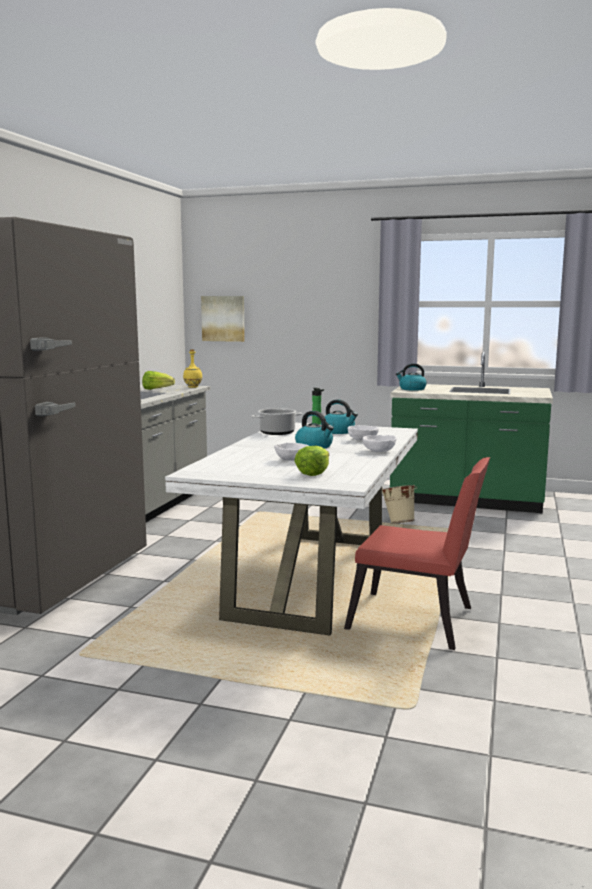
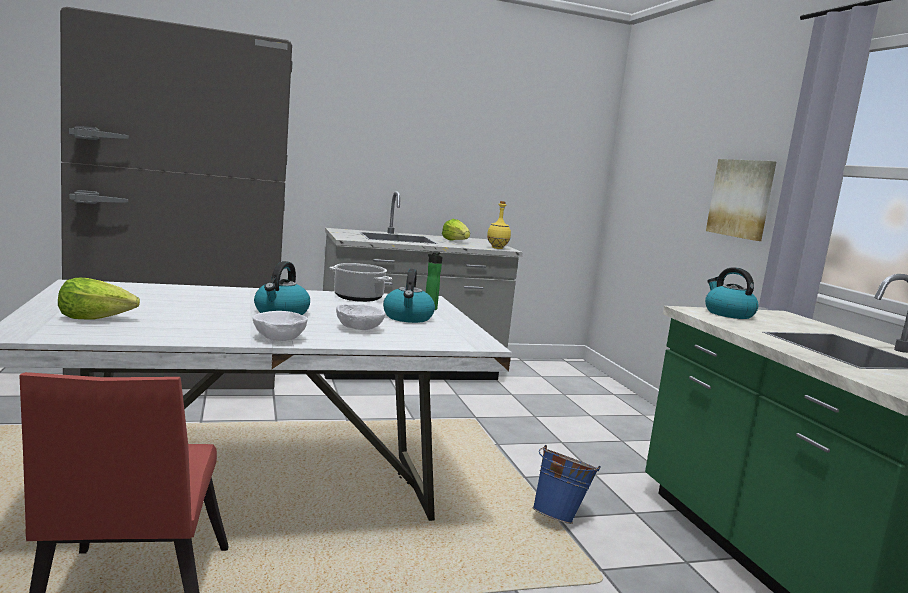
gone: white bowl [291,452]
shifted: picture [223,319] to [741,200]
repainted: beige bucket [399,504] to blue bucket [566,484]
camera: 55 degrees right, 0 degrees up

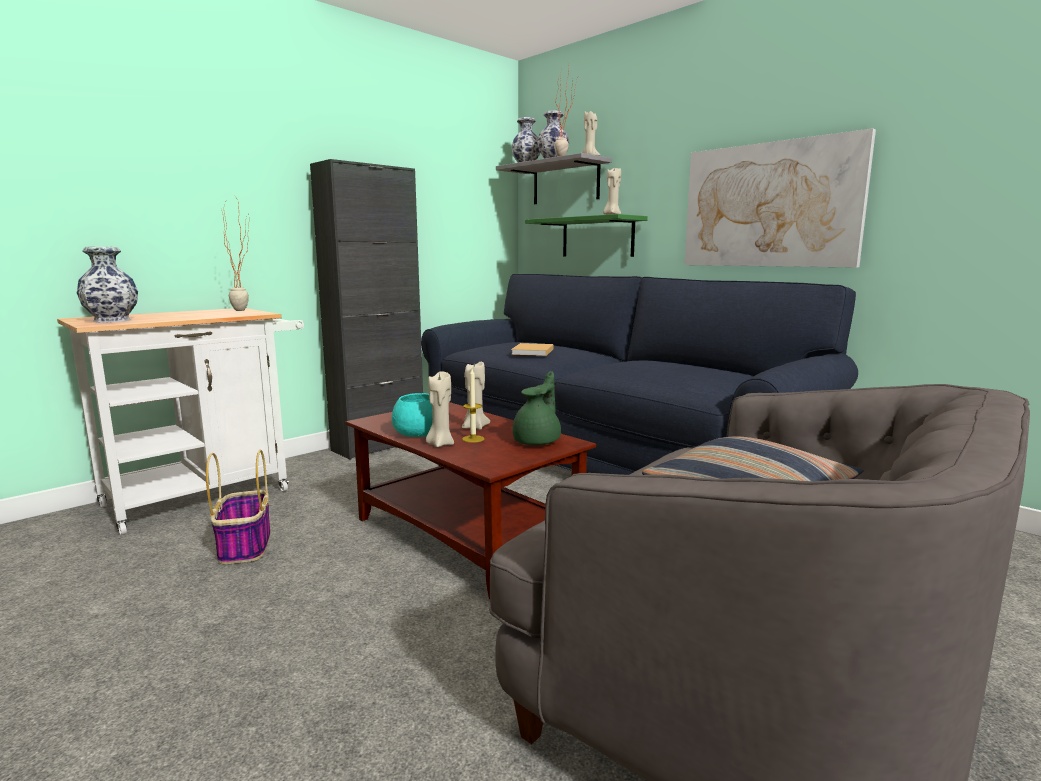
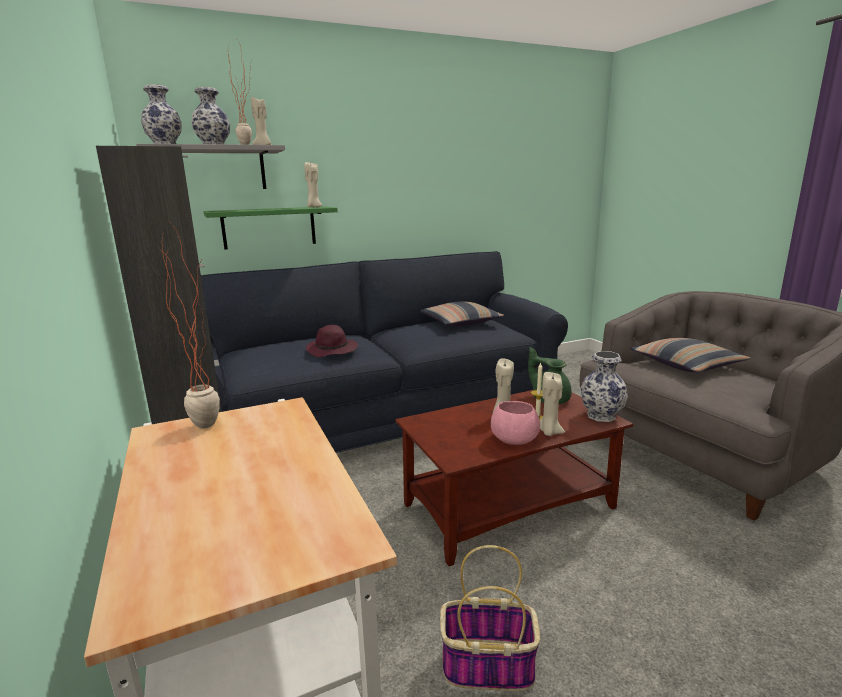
gone: picture [780,198]
new: pillow [462,314]
shifted: vase [107,285] to [604,386]
swapped: beige book [532,349] to purple hat [332,341]
repainted: turquoise bowl [412,415] to pink bowl [515,423]
camera: 70 degrees left, 5 degrees up

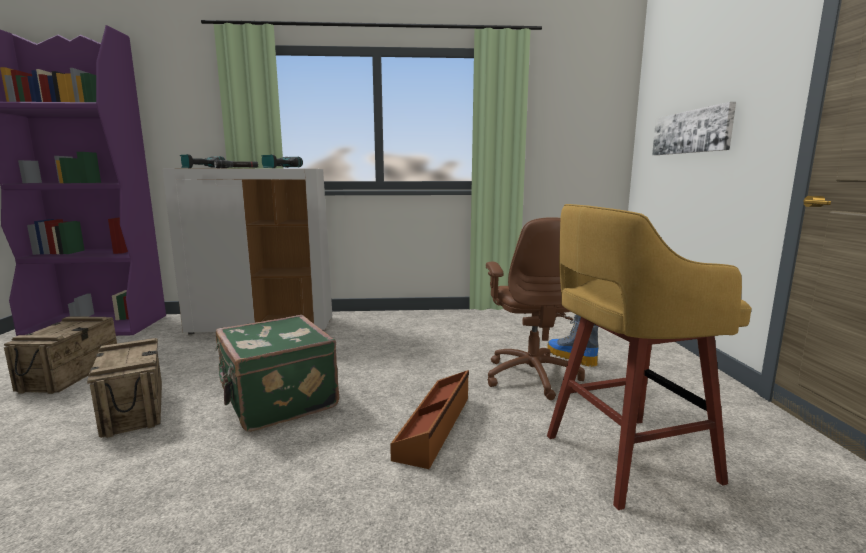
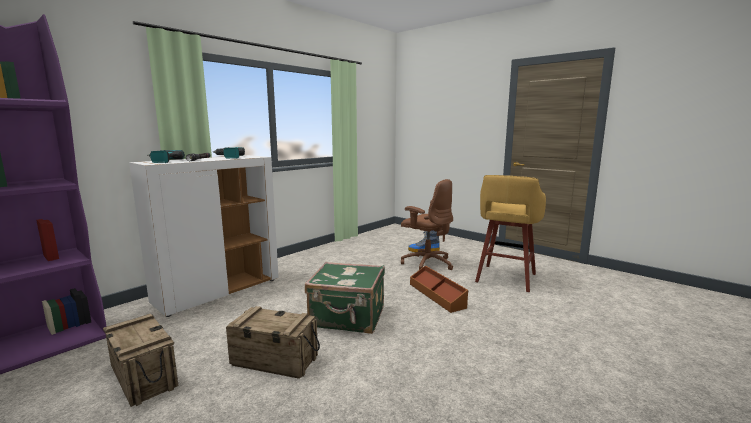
gone: picture [694,128]
camera: 45 degrees left, 0 degrees up

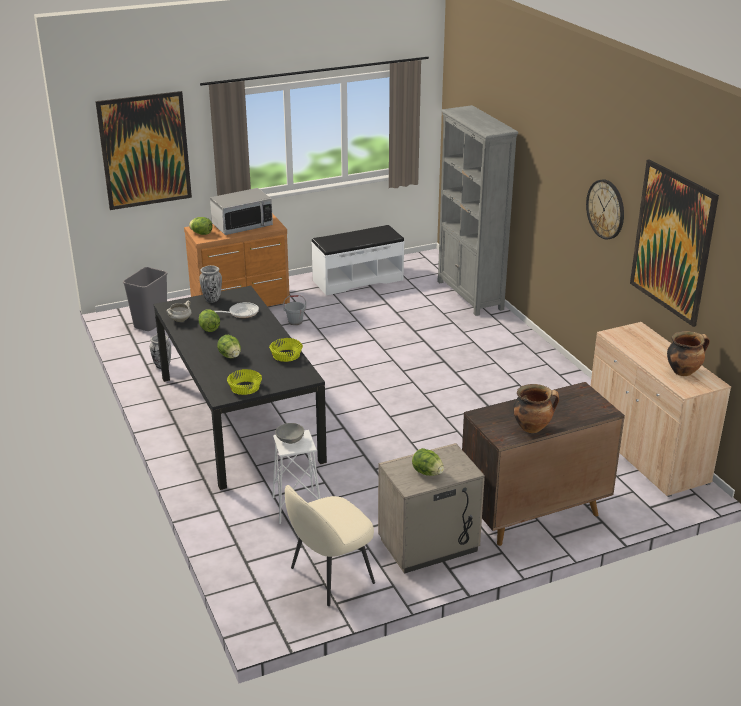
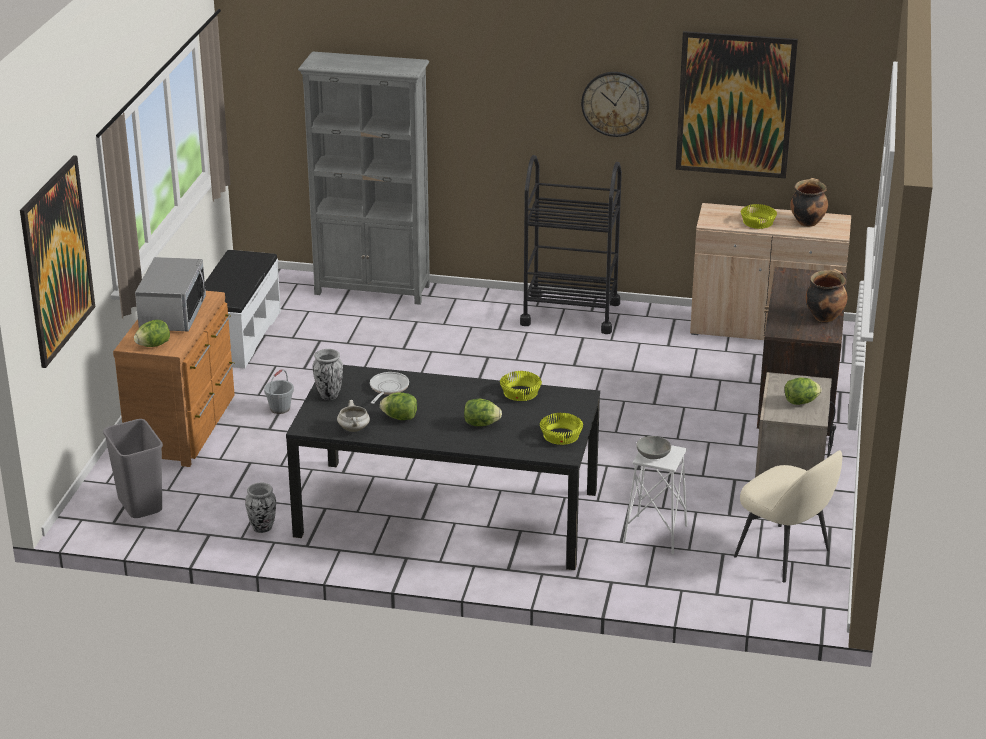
new: black cart [571,244]; yellow bowl [759,216]
rotated: beige chair [330,545] = [788,516] 45 degrees counterclockwise
camera: 55 degrees left, 0 degrees up

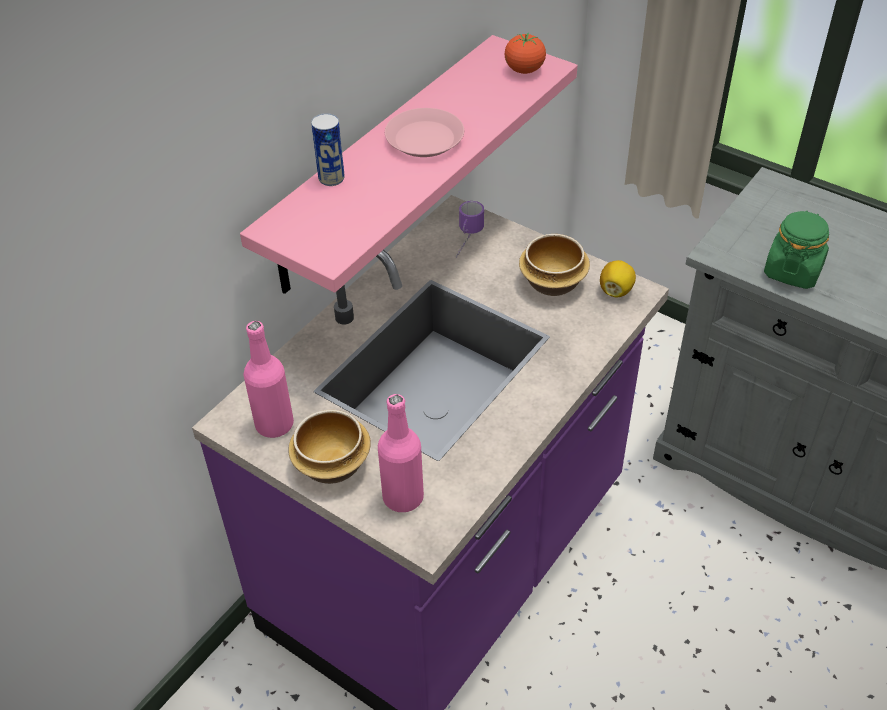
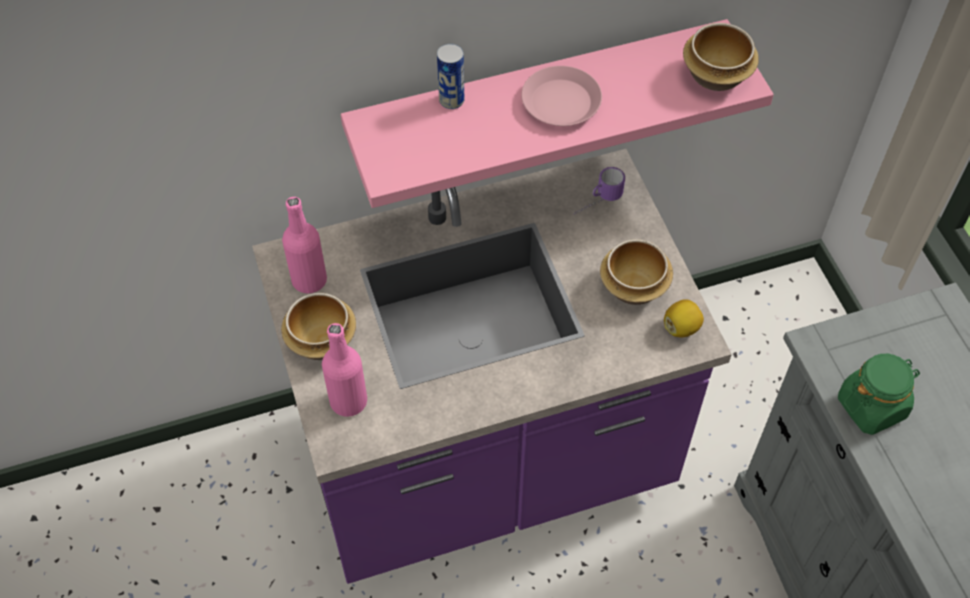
swapped: tomato [525,53] to bowl [721,57]
camera: 35 degrees right, 10 degrees up

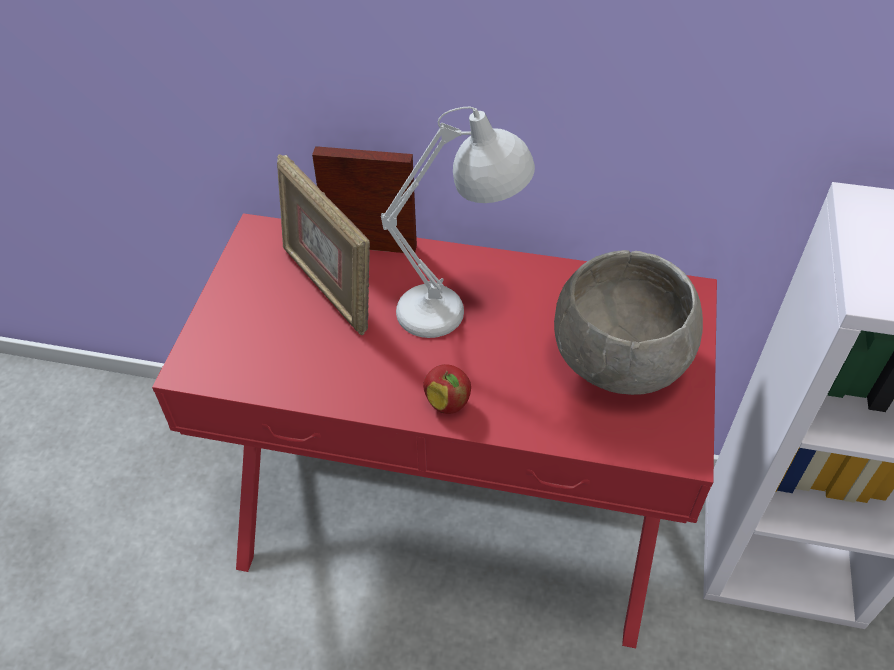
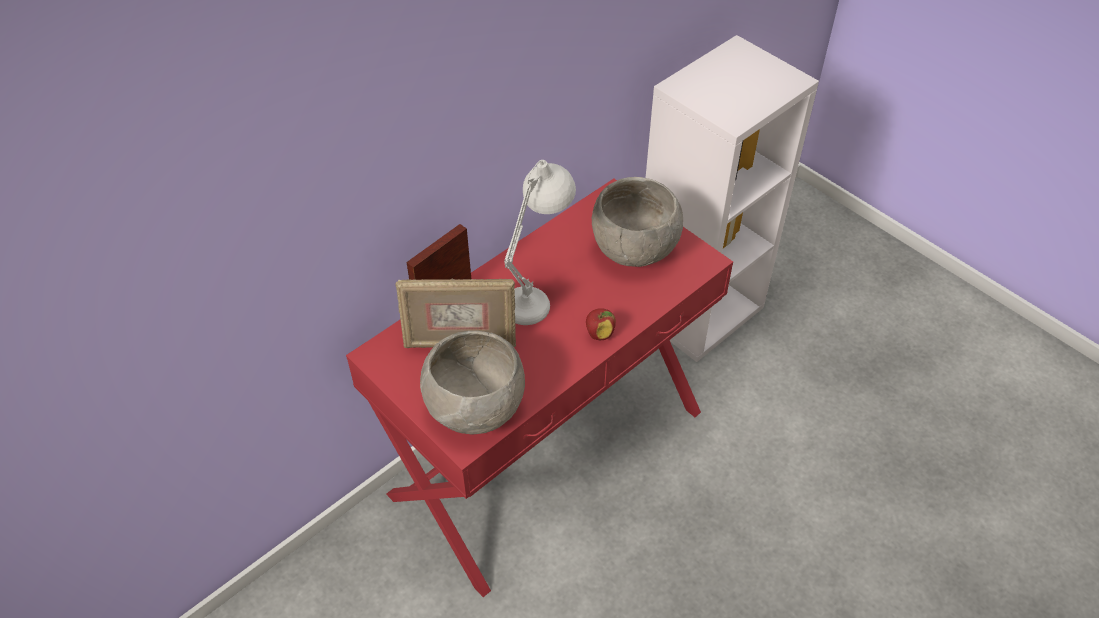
new: grey bowl [472,382]
camera: 55 degrees left, 0 degrees up

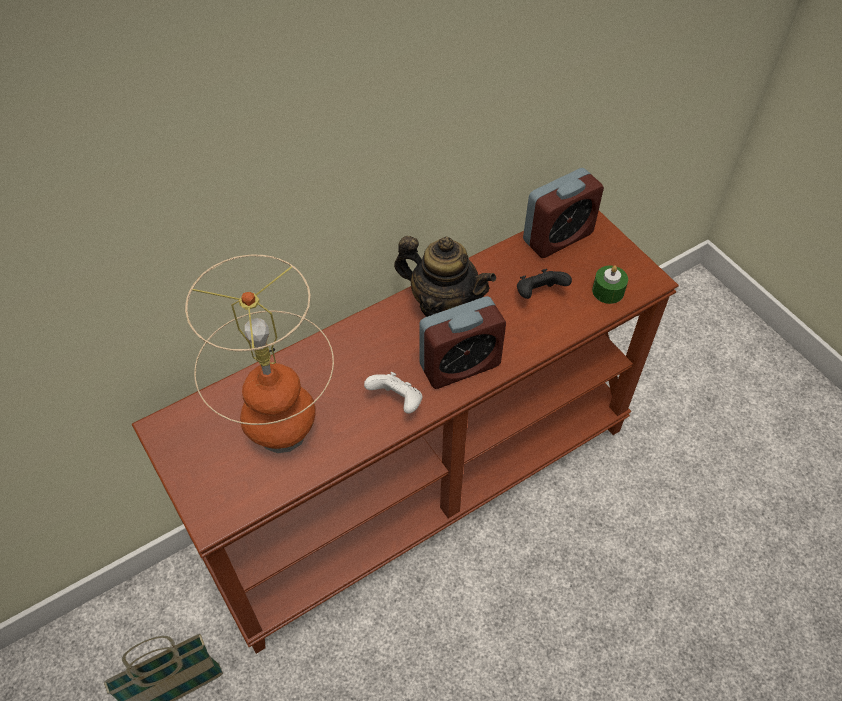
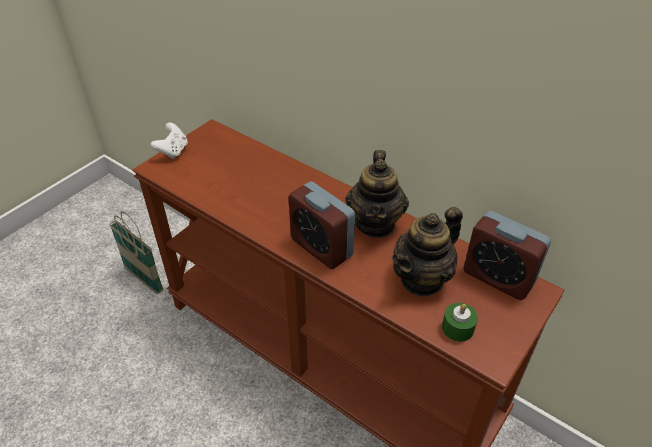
gone: table lamp [259,354]
shifted: white game controller [393,393] to [169,141]
swapped: black game controller [544,284] to teapot [427,252]
camera: 70 degrees right, 10 degrees down

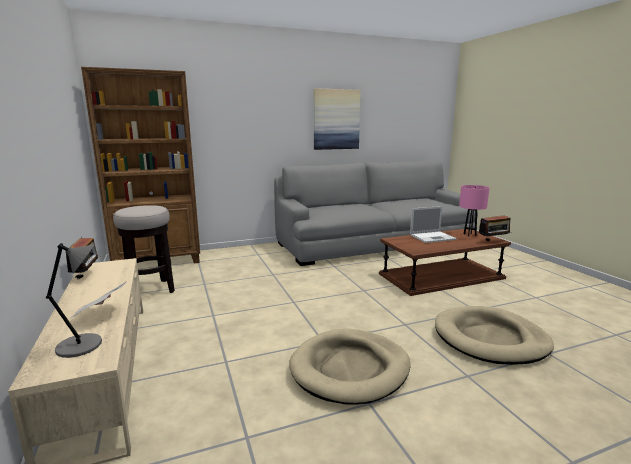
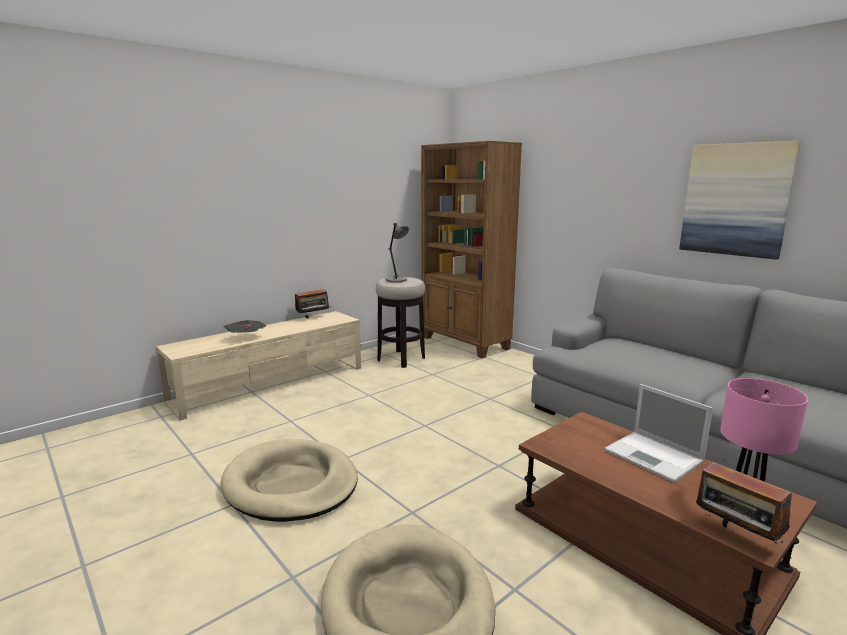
shifted: grey table lamp [74,300] to [397,252]
camera: 70 degrees right, 0 degrees up

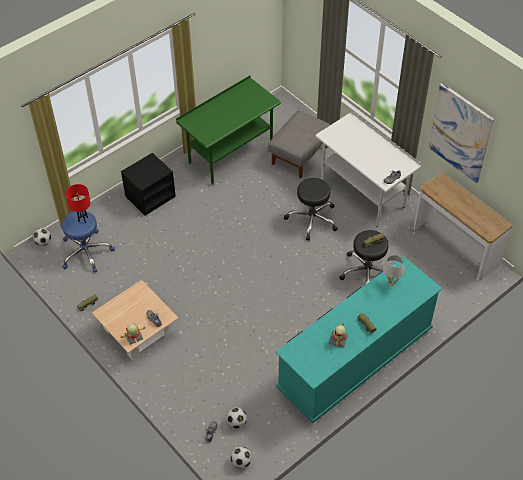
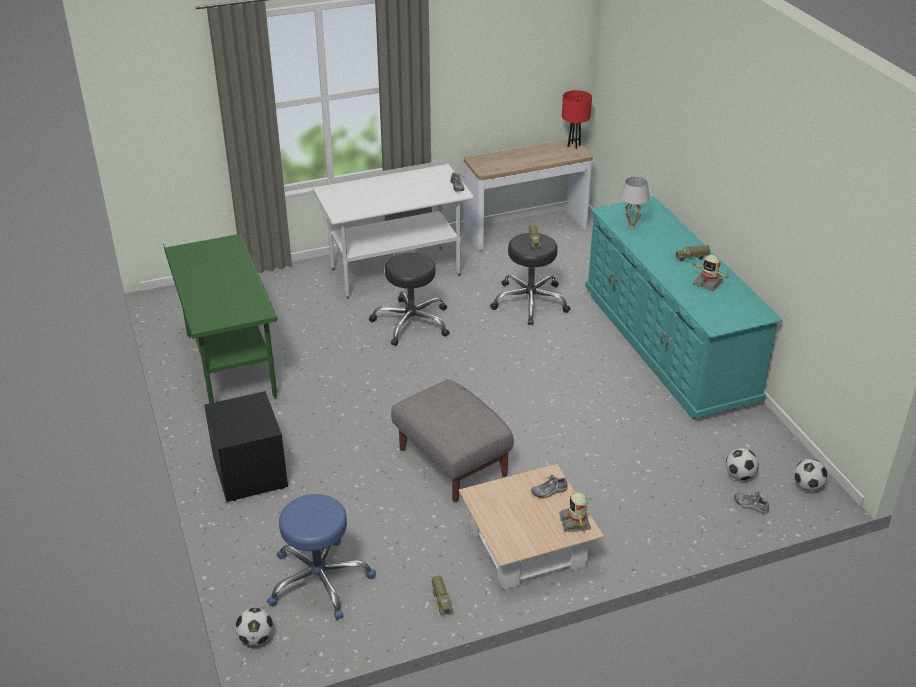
gone: picture [461,133]
shifted: red table lamp [78,203] to [577,119]; grey ottoman [299,144] to [452,440]
camera: 70 degrees left, 15 degrees down

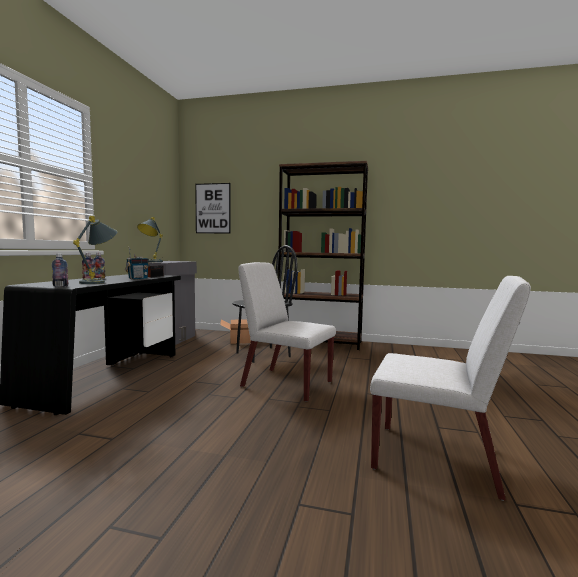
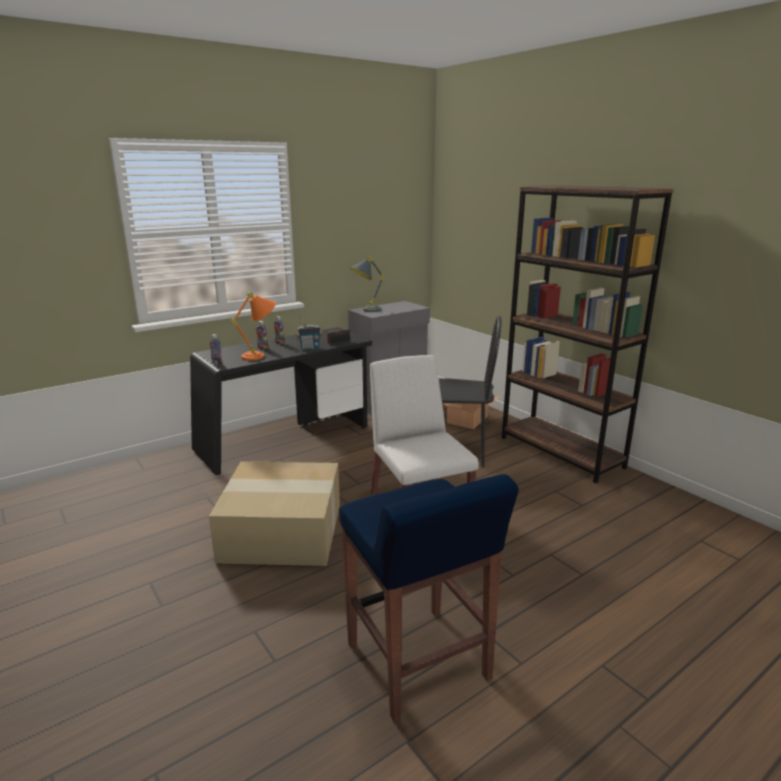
gone: picture [212,208]
new: cardboard box [274,513]
swapped: white chair [450,388] to blue stool [429,598]
repainted: grey table lamp [95,250] to orange table lamp [253,326]
camera: 40 degrees right, 15 degrees up

